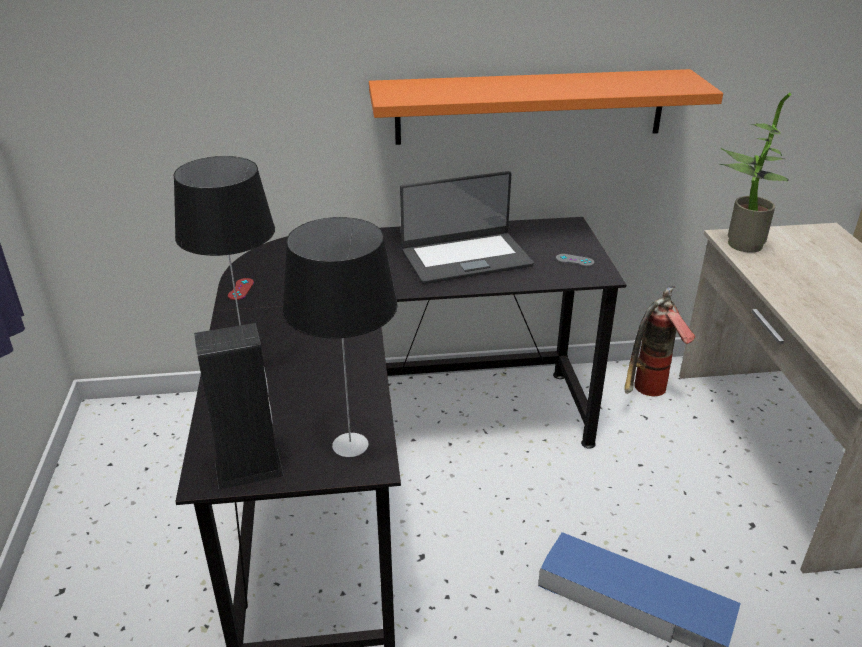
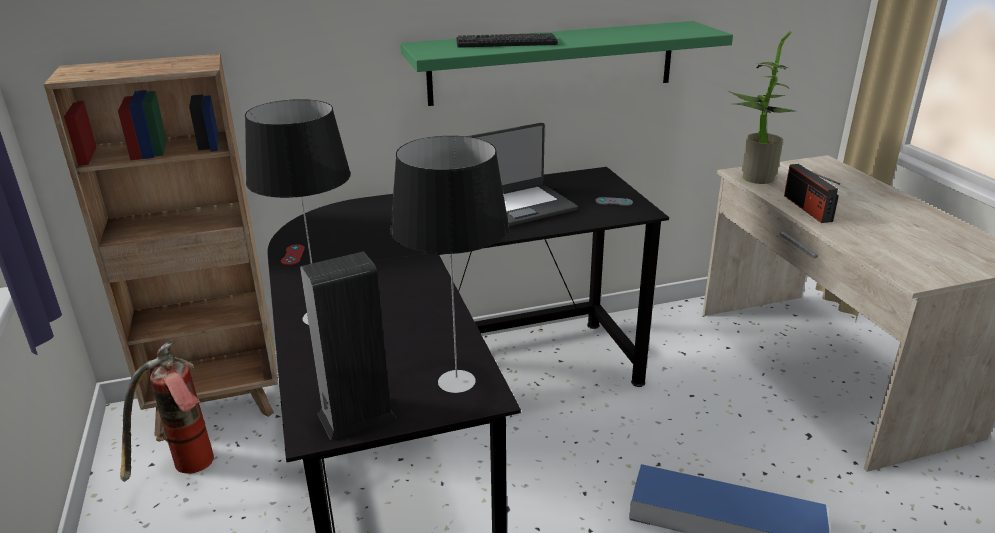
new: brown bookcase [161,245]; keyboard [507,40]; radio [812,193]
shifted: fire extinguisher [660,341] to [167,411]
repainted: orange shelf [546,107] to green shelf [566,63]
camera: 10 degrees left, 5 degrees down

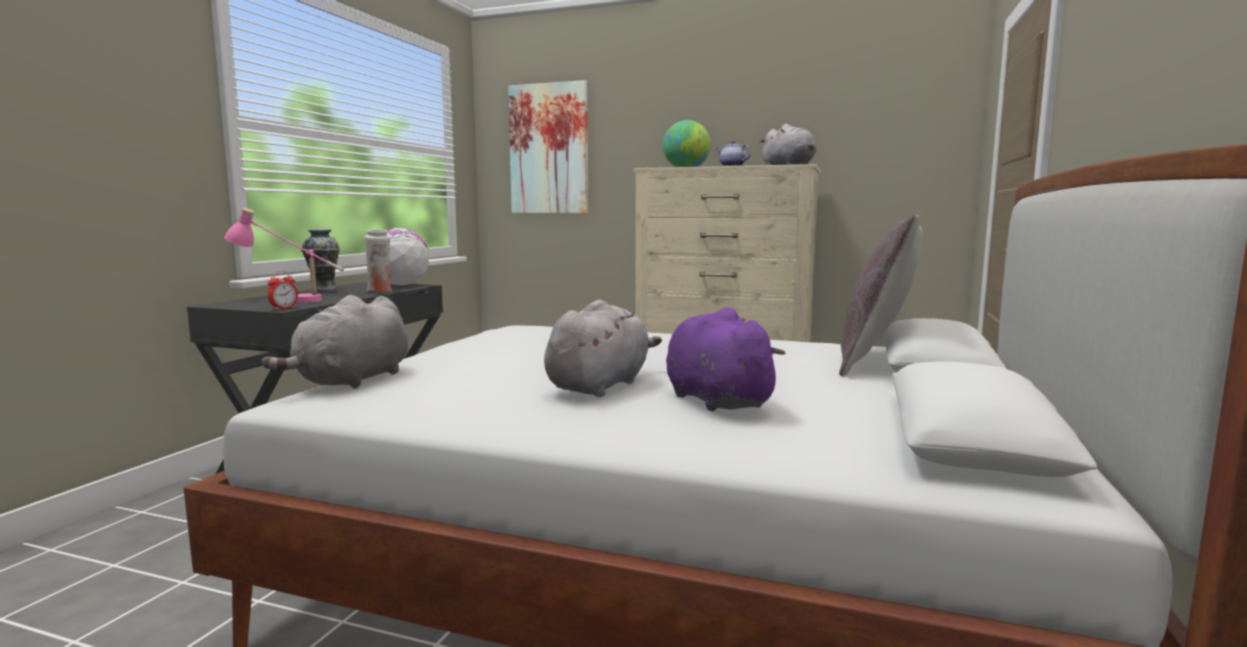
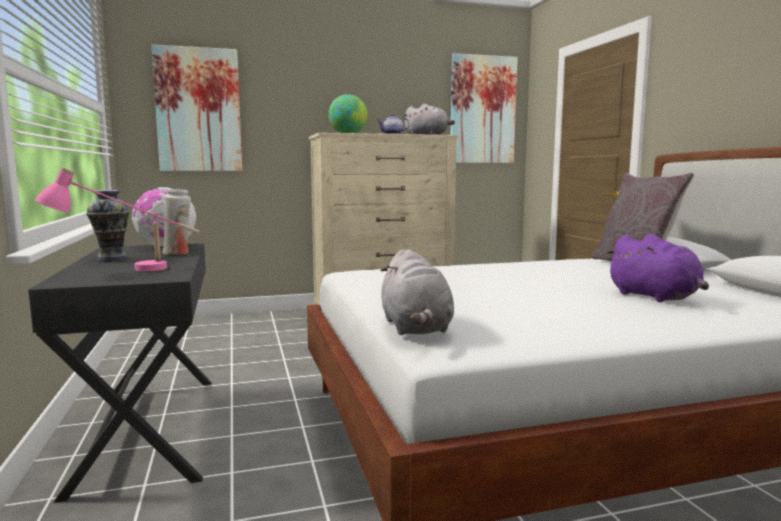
gone: alarm clock [282,290]; grey plush toy [603,348]
new: picture [484,108]
rotated: purple plush toy [725,359] = [657,268] 150 degrees counterclockwise
camera: 35 degrees left, 0 degrees up

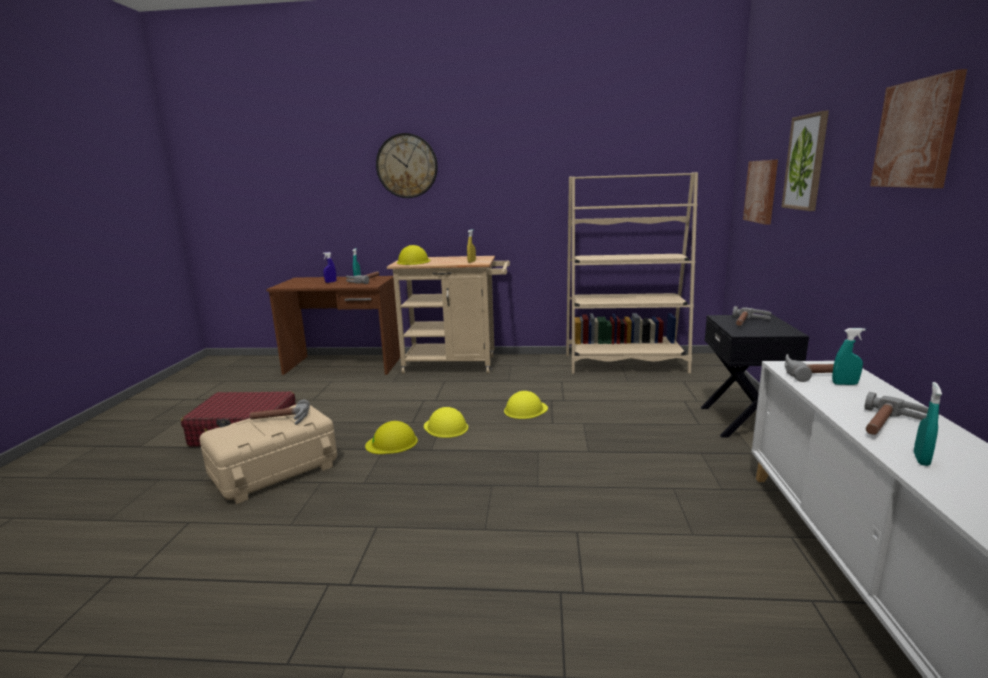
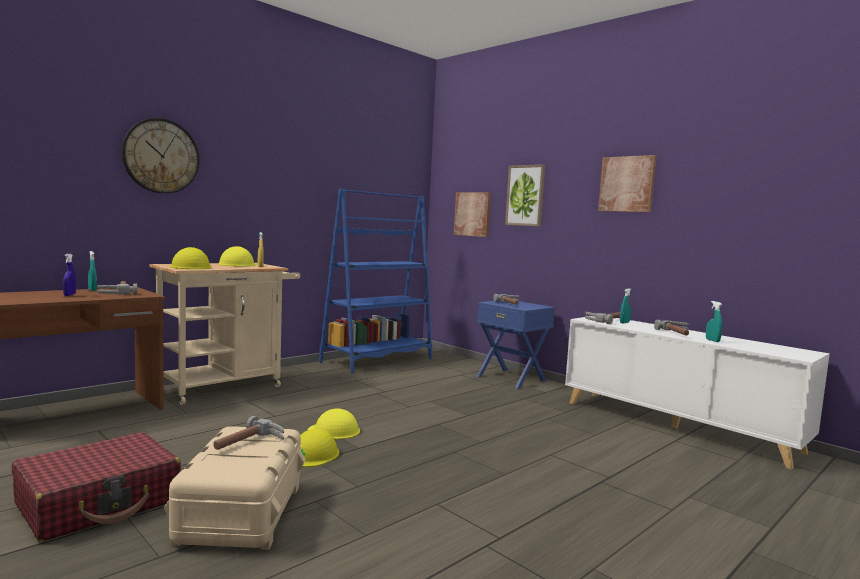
shifted: yellow hard hat [526,405] to [237,256]
repainted: beige bookcase [632,273] to blue bookcase [375,281]; black nightstand [754,376] to blue nightstand [515,345]
camera: 50 degrees left, 10 degrees down

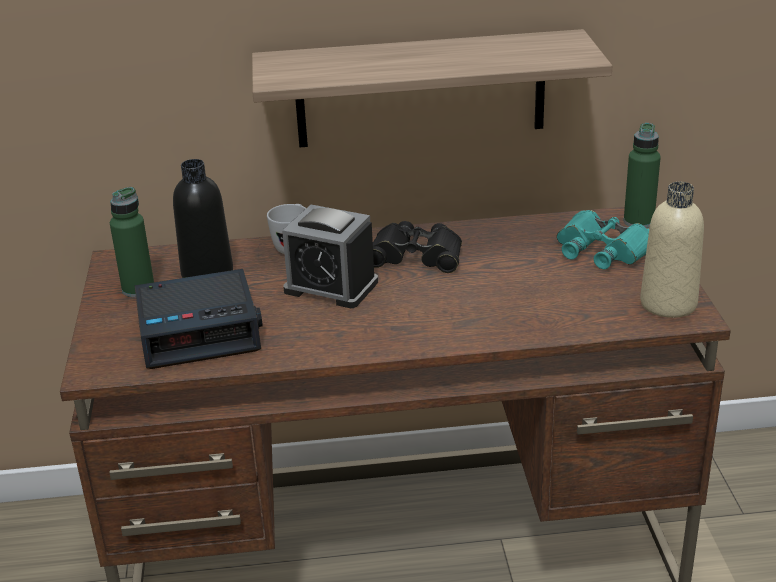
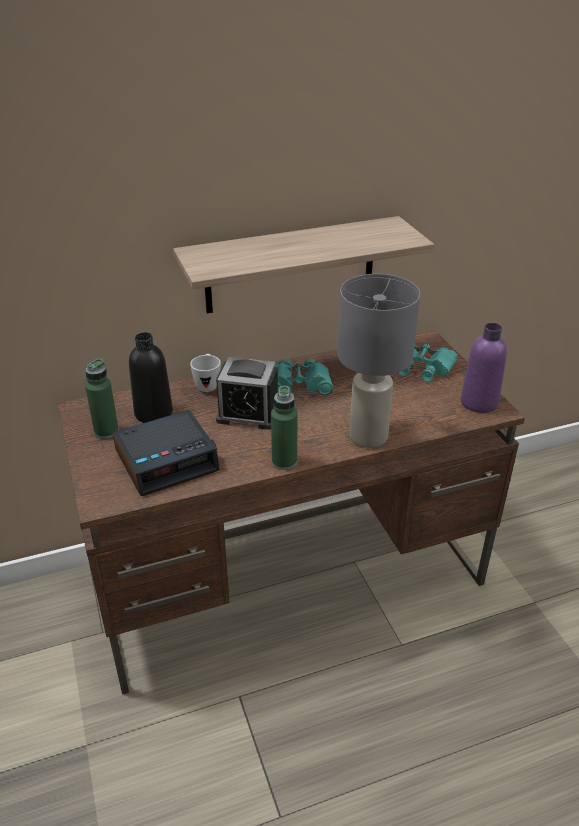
new: grey table lamp [378,361]
shifted: green bottle [642,175] to [284,428]
repainted: black binoculars [417,247] to turquoise binoculars [304,377]; beige bottle [672,250] to purple bottle [484,368]
camera: 15 degrees left, 5 degrees up

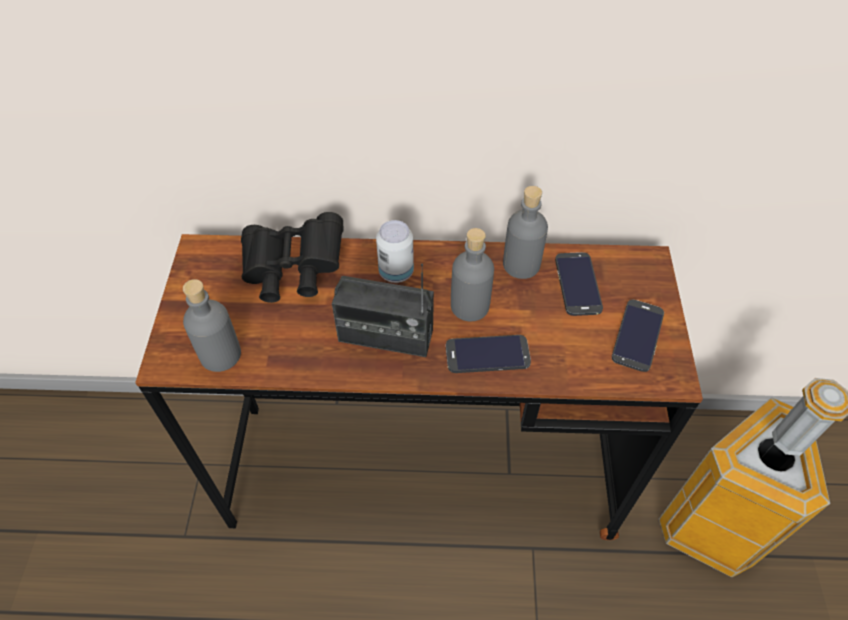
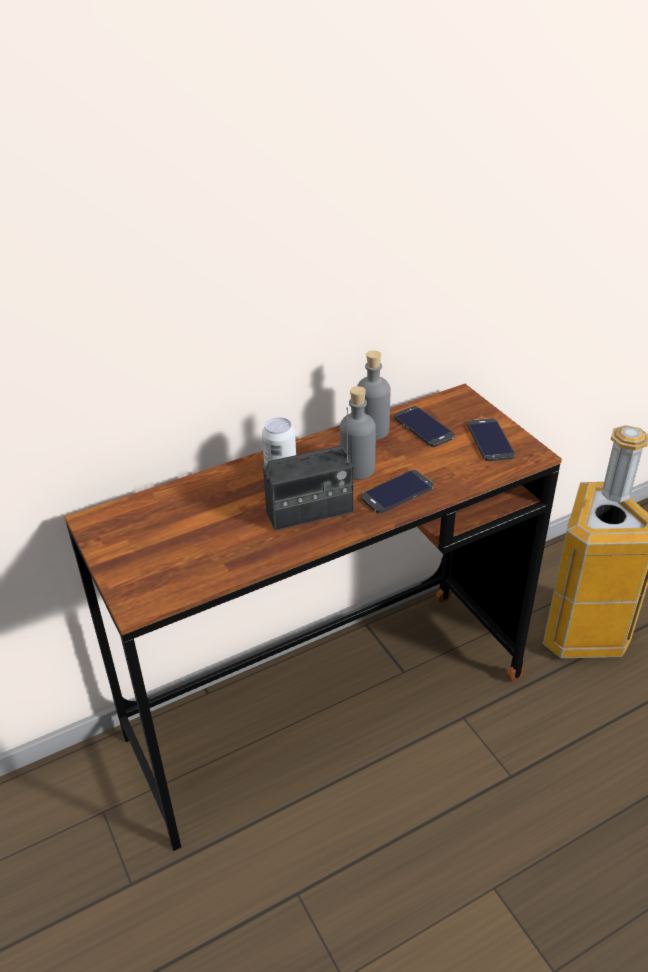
gone: grey bottle [212,325]; black binoculars [292,257]
camera: 30 degrees left, 15 degrees down

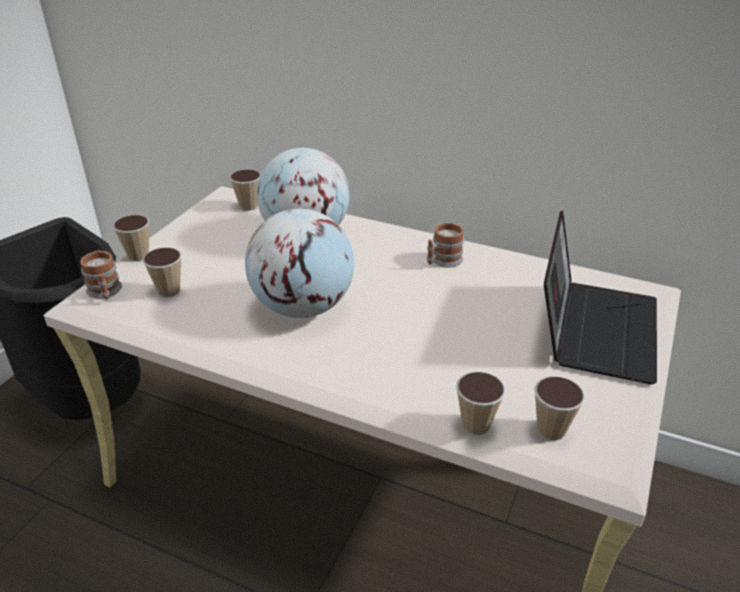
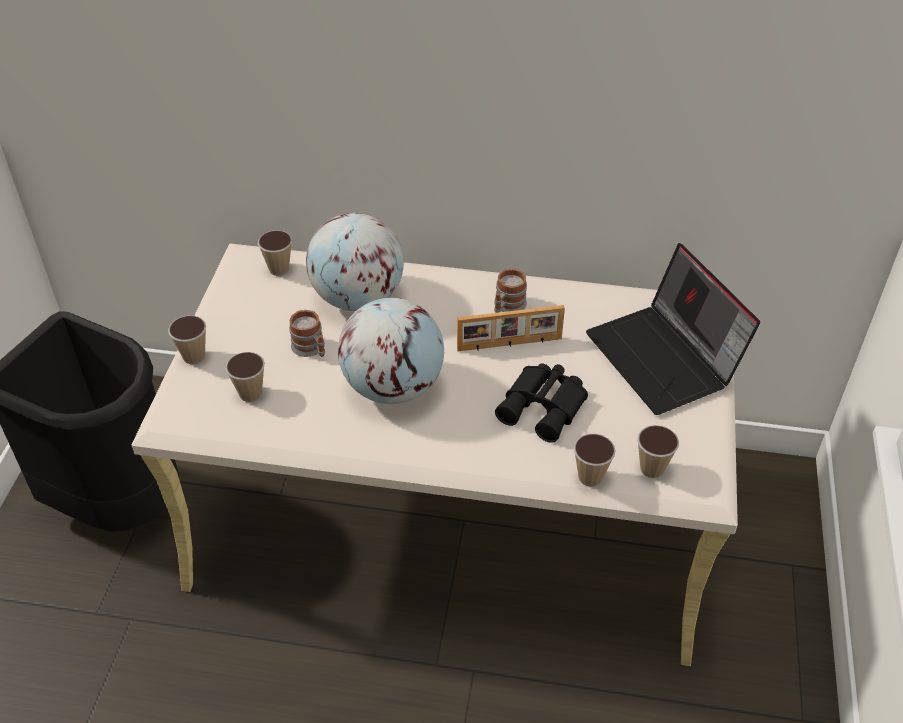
new: picture frame [511,328]; black binoculars [541,403]
shifted: mug [101,275] to [307,333]
rotated: laptop [600,297] = [673,329] 150 degrees clockwise
camera: 15 degrees left, 10 degrees up

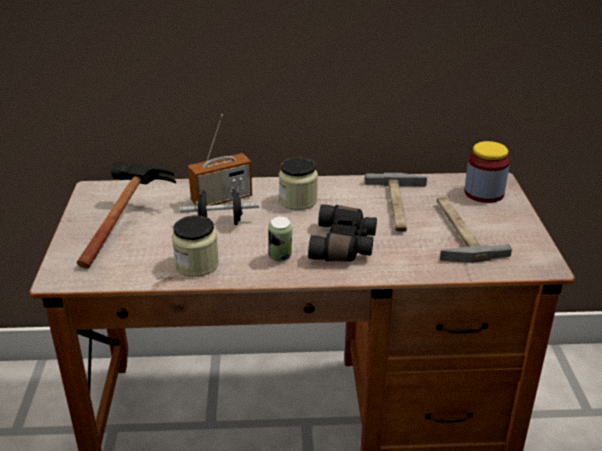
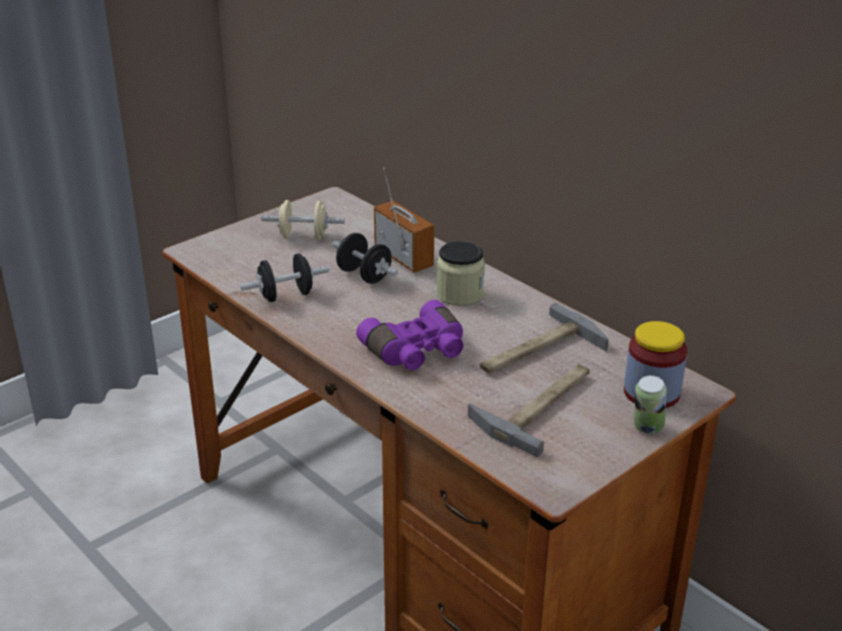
shifted: can [280,238] to [650,404]
swapped: hammer [126,215] to beige dumbbell [303,220]; jar [195,246] to black dumbbell [284,277]
repainted: black binoculars [342,233] to purple binoculars [409,335]
rotated: radio [220,160] = [404,220] 150 degrees counterclockwise
camera: 50 degrees right, 0 degrees up

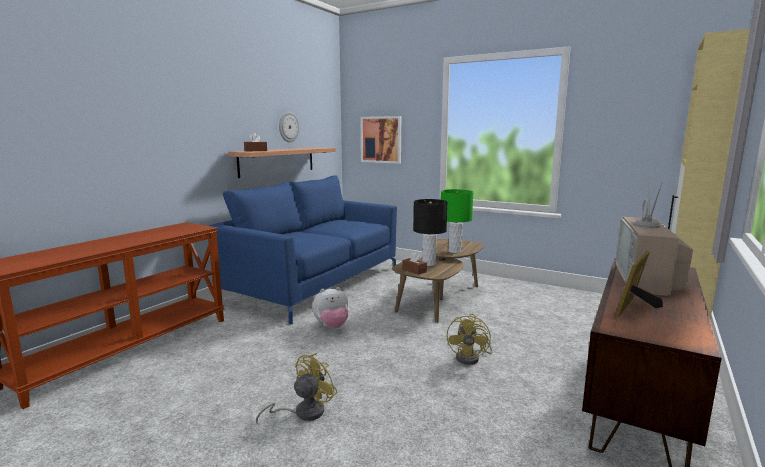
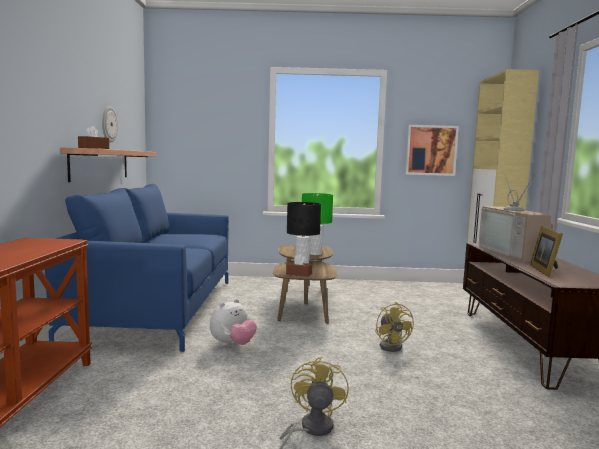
shifted: picture [381,140] to [432,150]
camera: 30 degrees left, 5 degrees down

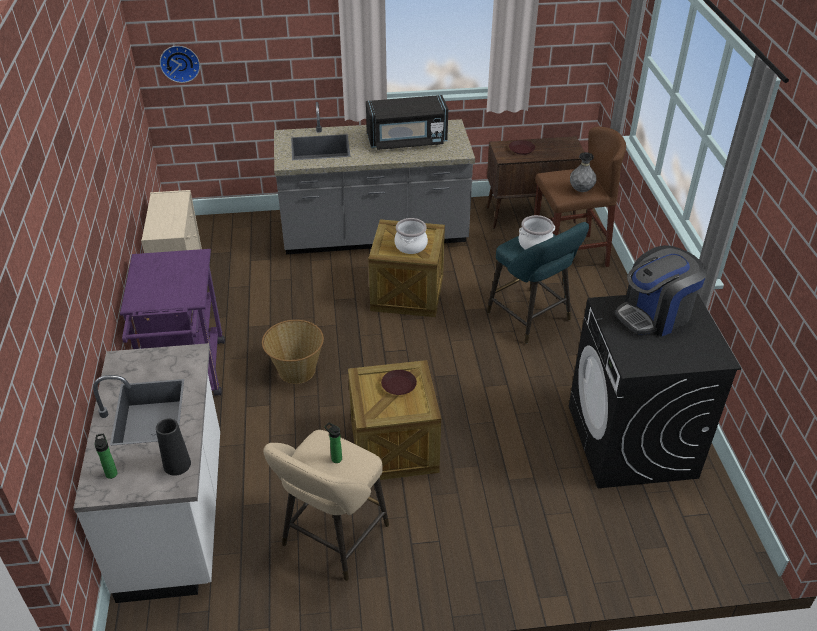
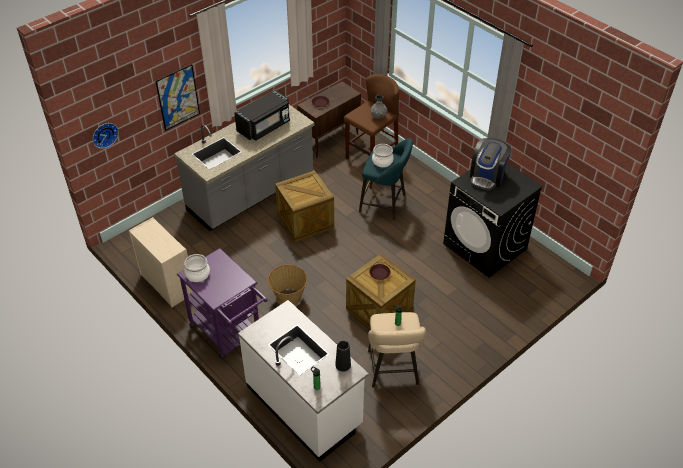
new: picture [177,97]
shifted: cooking pot [411,236] to [197,268]
camera: 35 degrees left, 5 degrees up

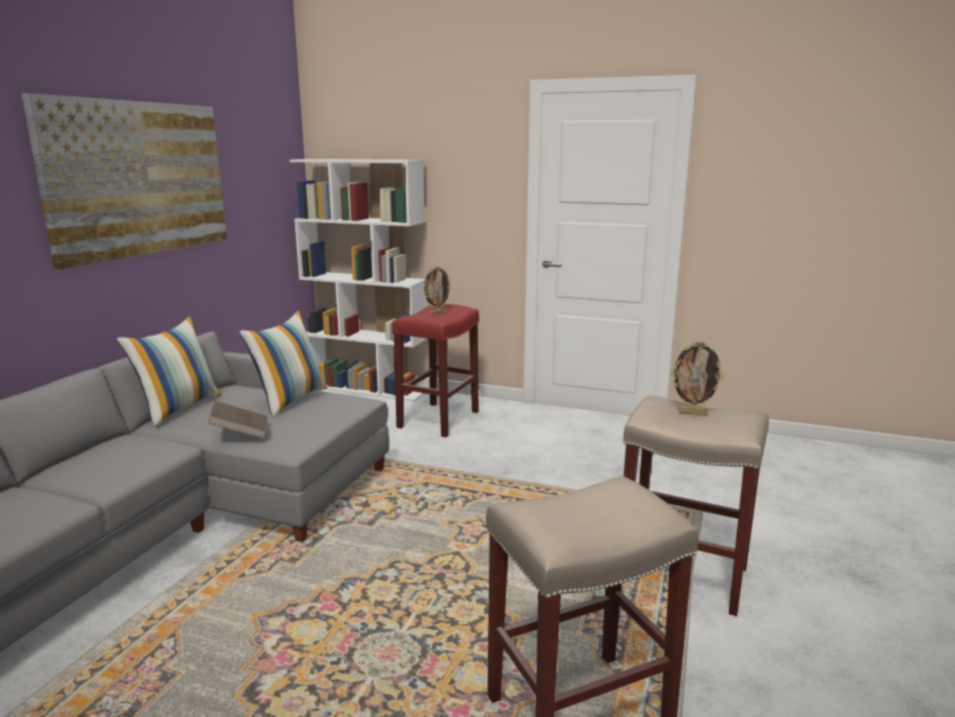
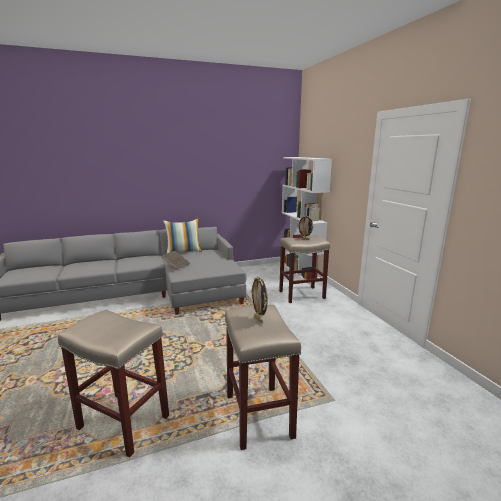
gone: picture [124,181]; pillow [283,363]
repainted: red stool [435,370] to beige stool [304,269]
camera: 50 degrees right, 0 degrees up

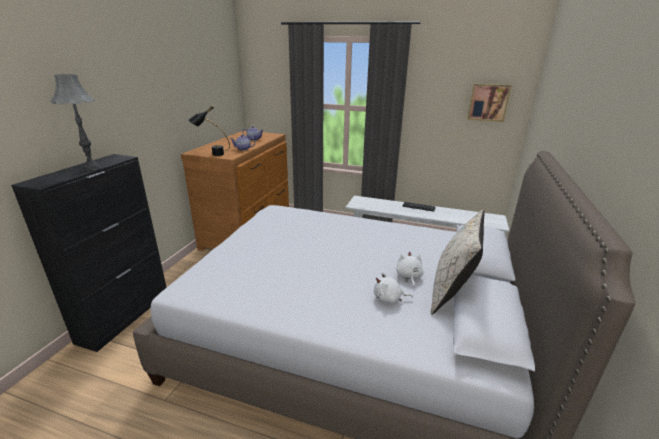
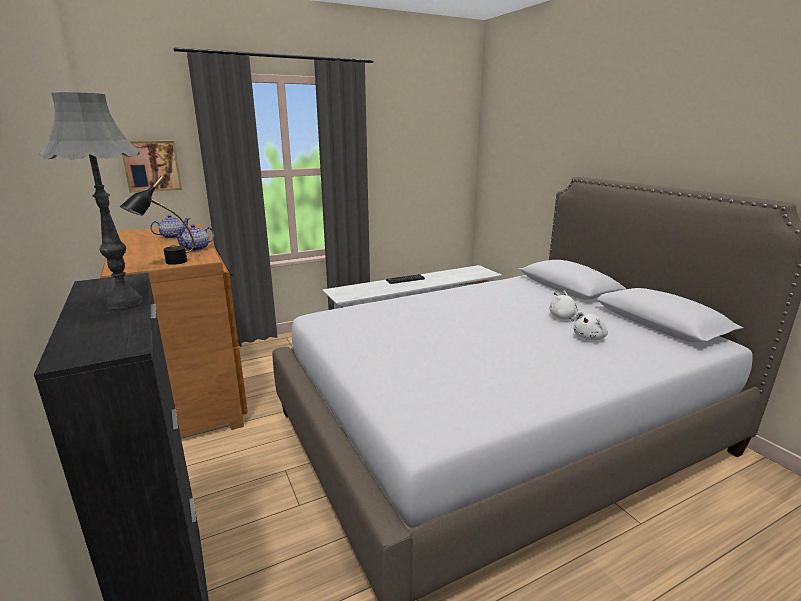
gone: beige pillow [457,262]
shifted: picture [489,103] to [152,167]
camera: 45 degrees left, 5 degrees down

